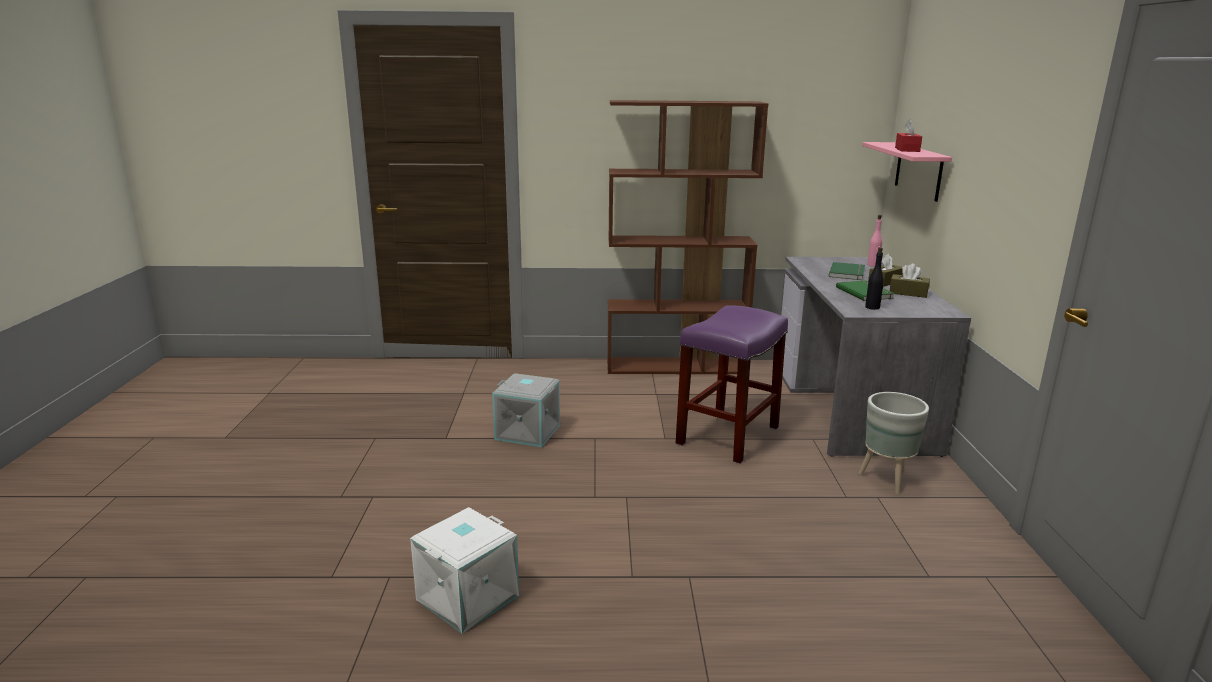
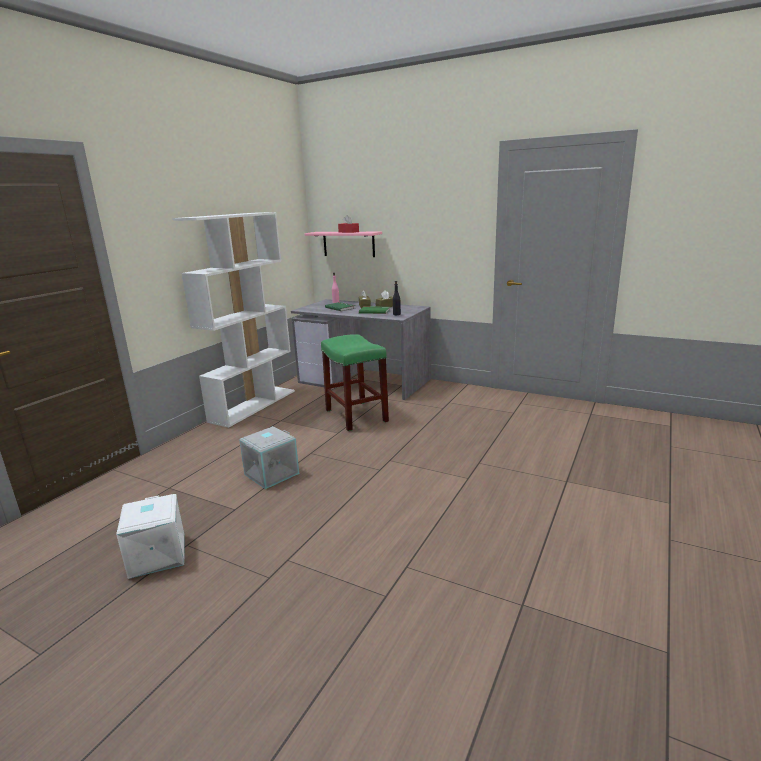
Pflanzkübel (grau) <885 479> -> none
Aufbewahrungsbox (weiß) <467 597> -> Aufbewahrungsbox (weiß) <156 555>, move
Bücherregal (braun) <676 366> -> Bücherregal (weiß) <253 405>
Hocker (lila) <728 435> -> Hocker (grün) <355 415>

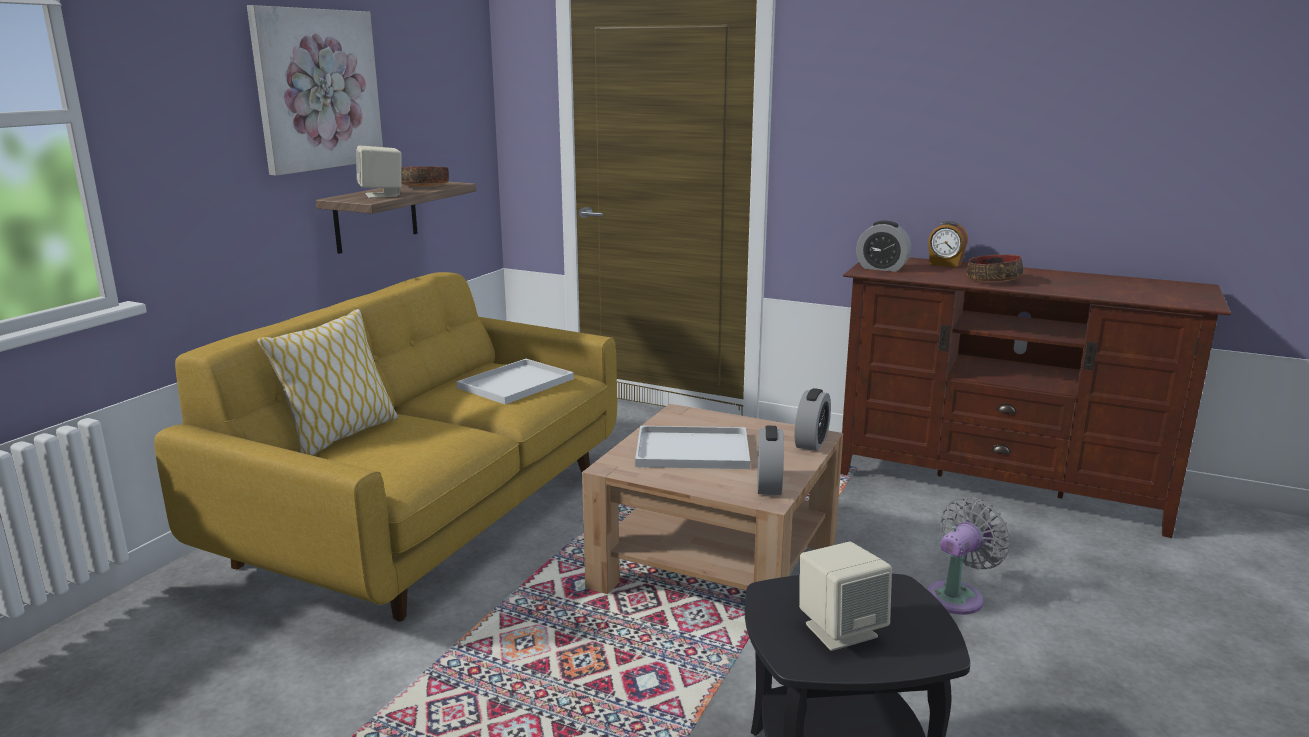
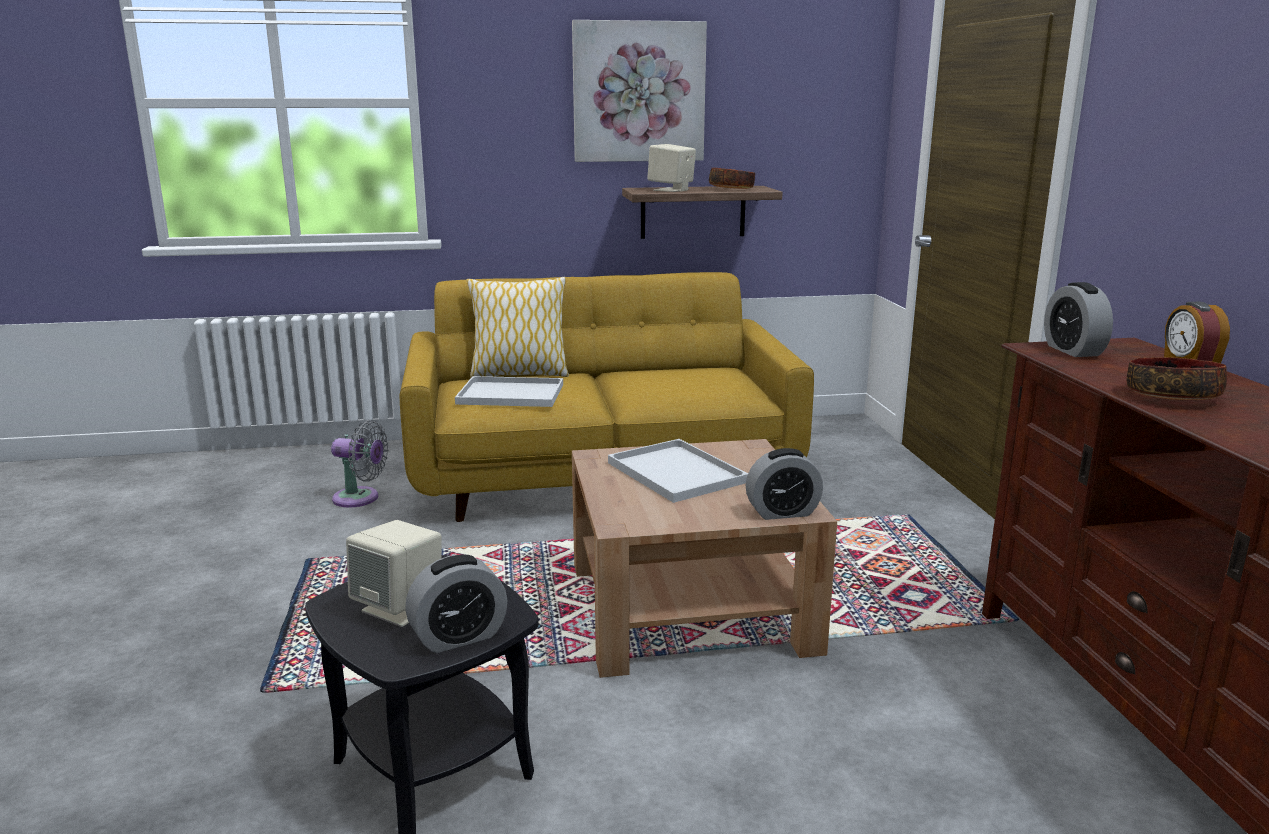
Tablett (weiß) <517 382> -> Tablett (weiß) <513 394>, move
Wecker <768 485> -> Wecker <459 637>, move
Ventilator (grau) <958 596> -> Ventilator (grau) <360 498>, move

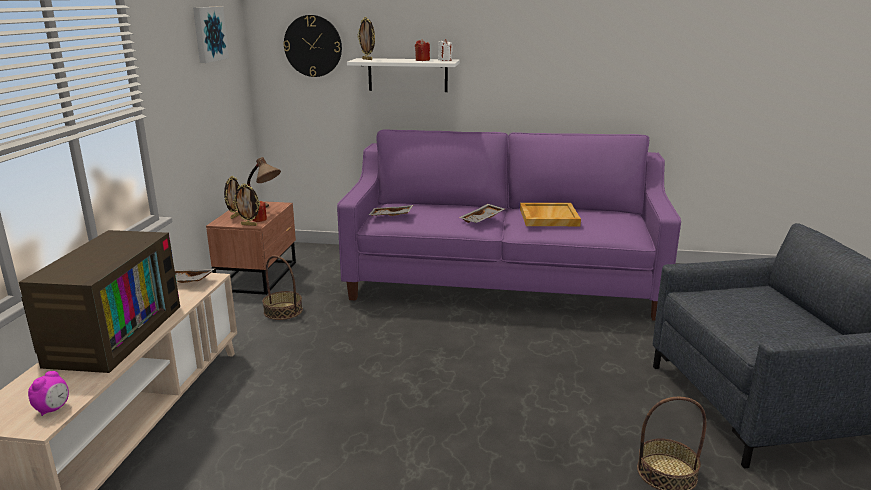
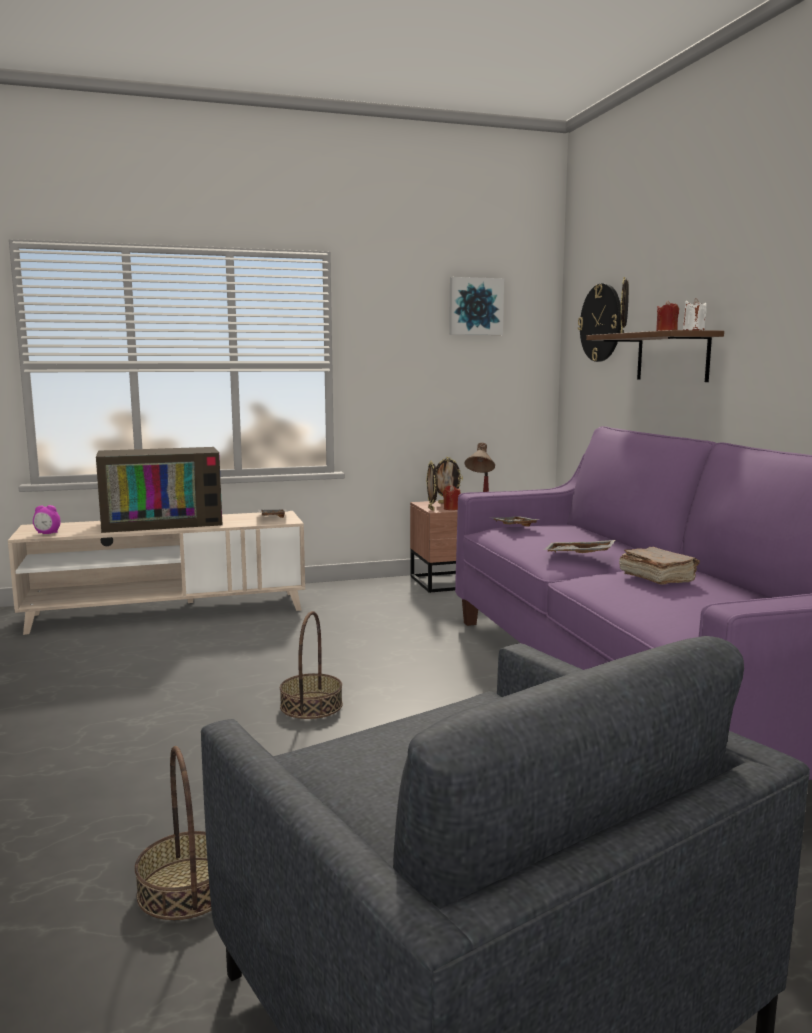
Korb <283 311> -> Korb <311 705>, move
Tablett (beige) <548 217> -> Buch (braun) <656 578>
Wandregal (weiß) <407 75> -> Wandregal (braun) <672 357>

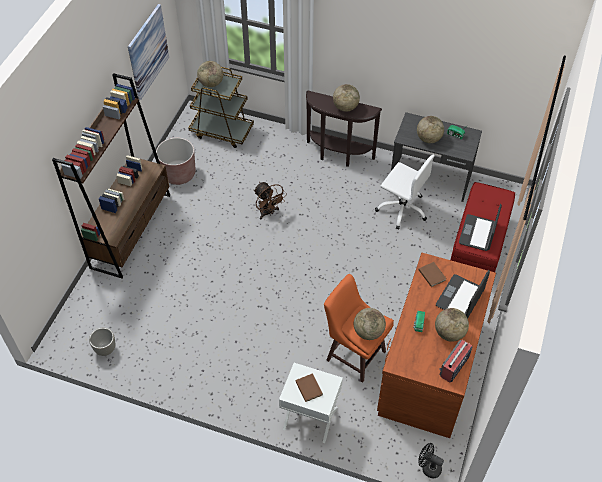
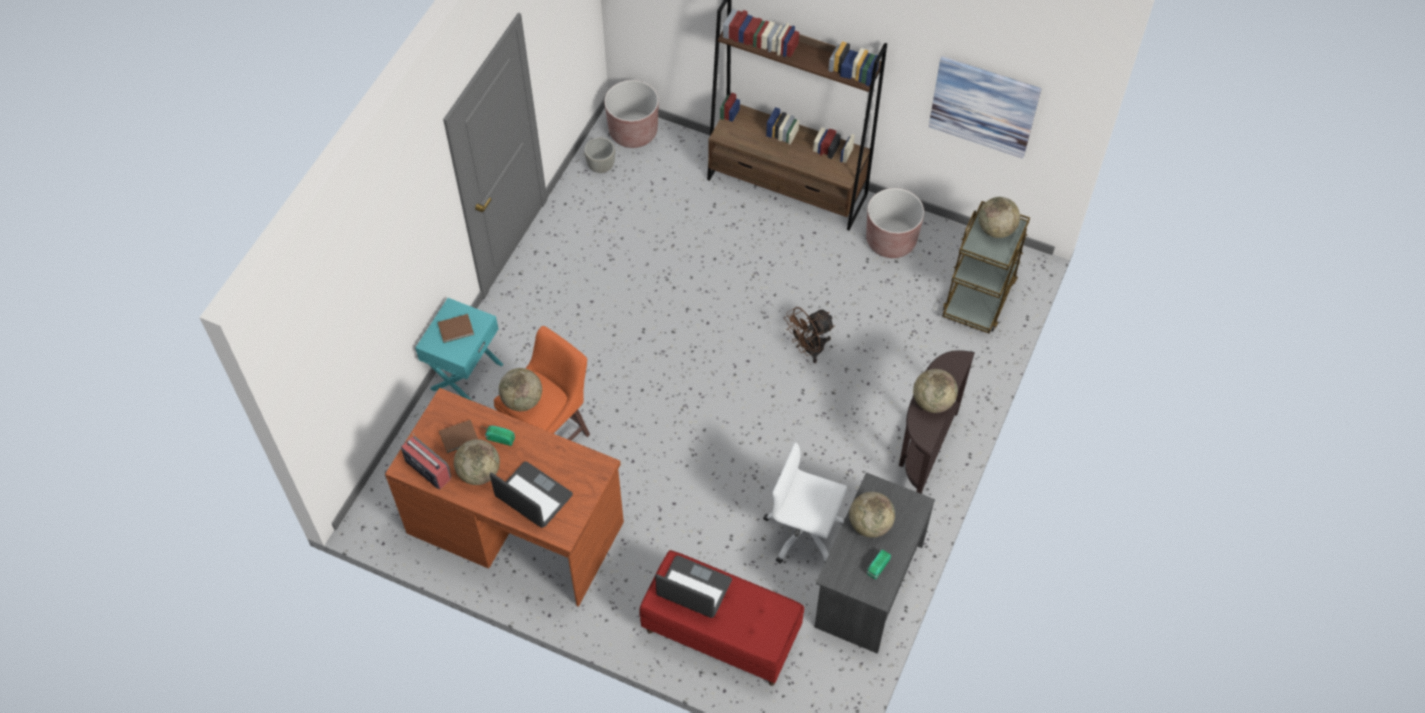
Ventilator (schwarz) <428 467> -> none
none -> Pflanzkübel (braun) <633 132>
Buch (braun) <432 274> -> Buch (braun) <460 437>, move
Nachttisch (weiß) <310 419> -> Nachttisch (türkis) <465 376>
Bürostuhl (weiß) <402 209> -> Bürostuhl (weiß) <804 532>, 75 degrees clockwise

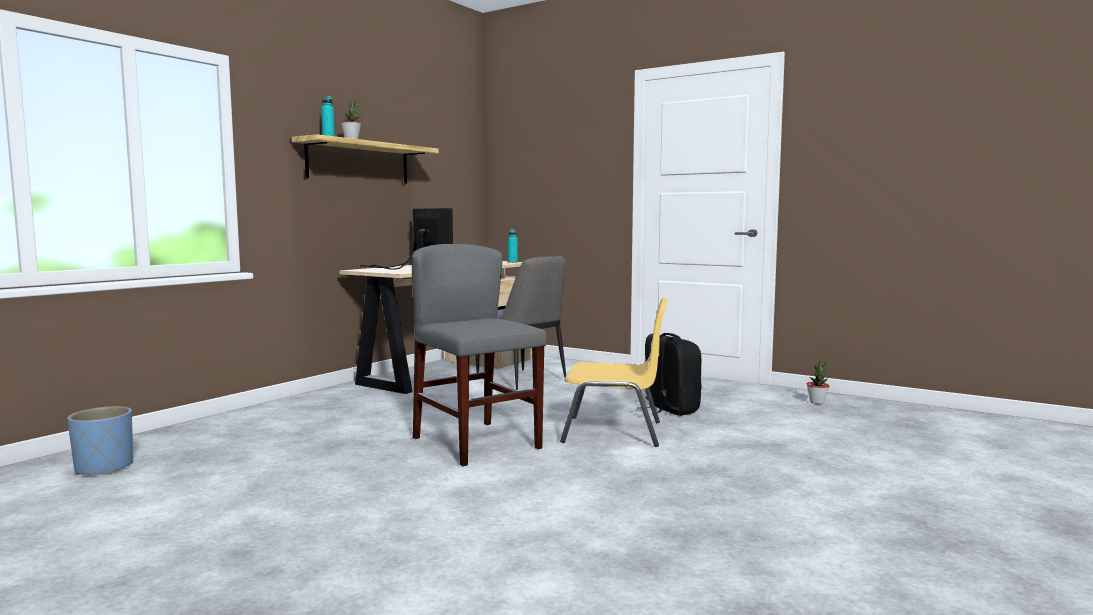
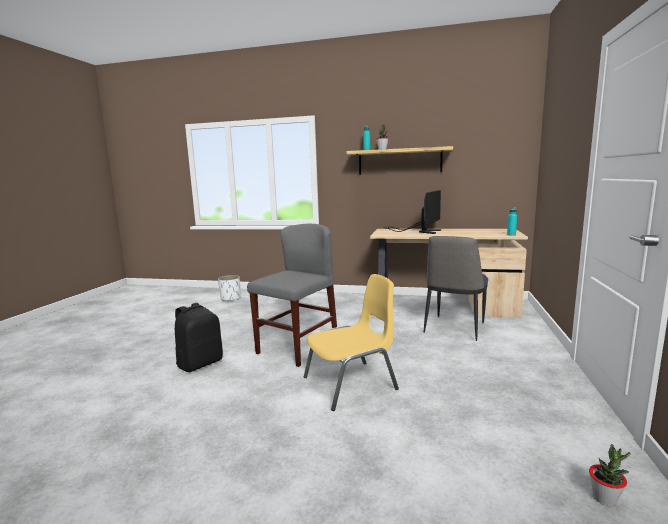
Rucksack (schwarz) <670 410> -> Rucksack (schwarz) <200 363>, move
Pflanzkübel (blau) <104 468> -> Pflanzkübel (weiß) <230 298>
Stuhl (gelb) <614 432> -> Stuhl (gelb) <351 384>, 105 degrees counterclockwise

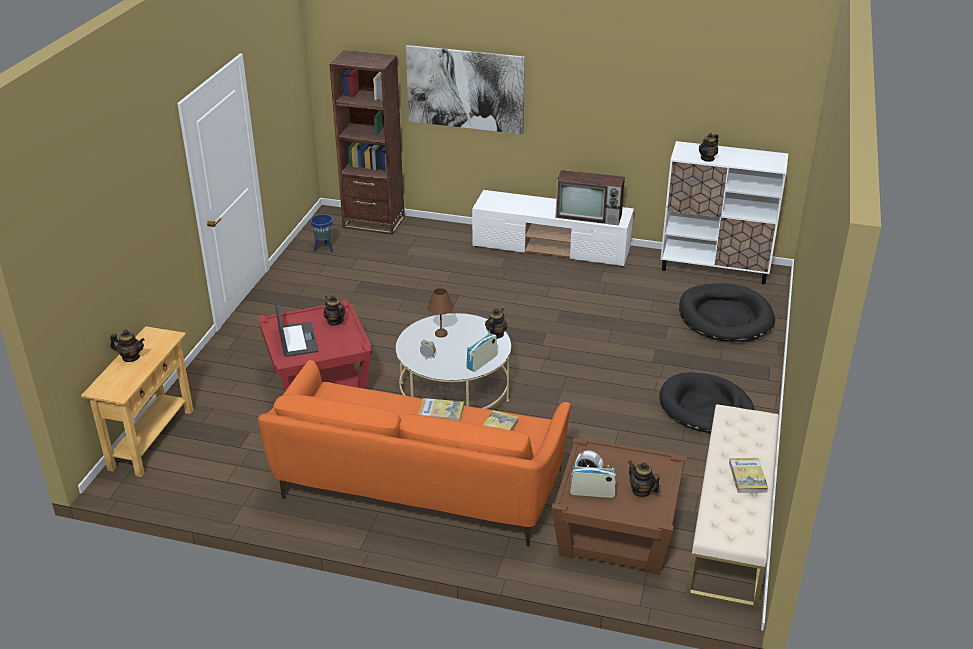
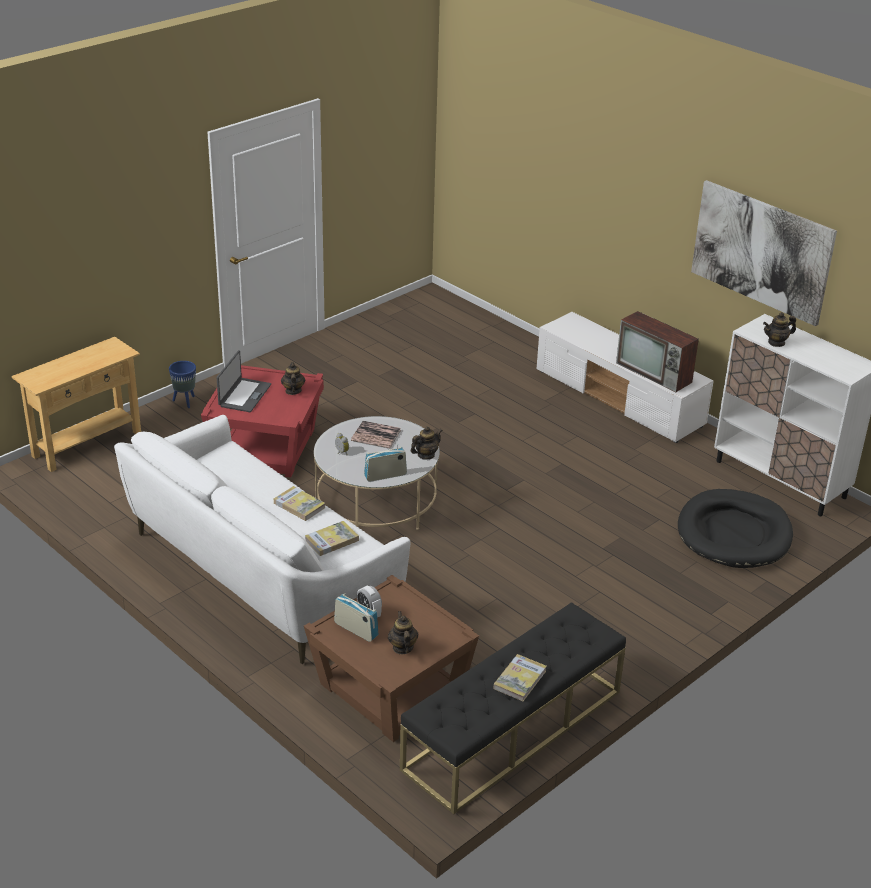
Teekanne <131 357> -> none
Bücherregal (braun) <373 222> -> none
Hundebett (schwarz) <705 407> -> none
Pflanzkübel (blau) <324 249> -> Pflanzkübel (blau) <185 402>, move
Bild <465 89> -> Bild <761 251>, move
Tischlampe (braun) <440 333> -> Buch <376 435>
Sofa (orange) <418 487> -> Sofa (weiß) <259 572>
Bank (beige) <731 524> -> Bank (schwarz) <513 730>

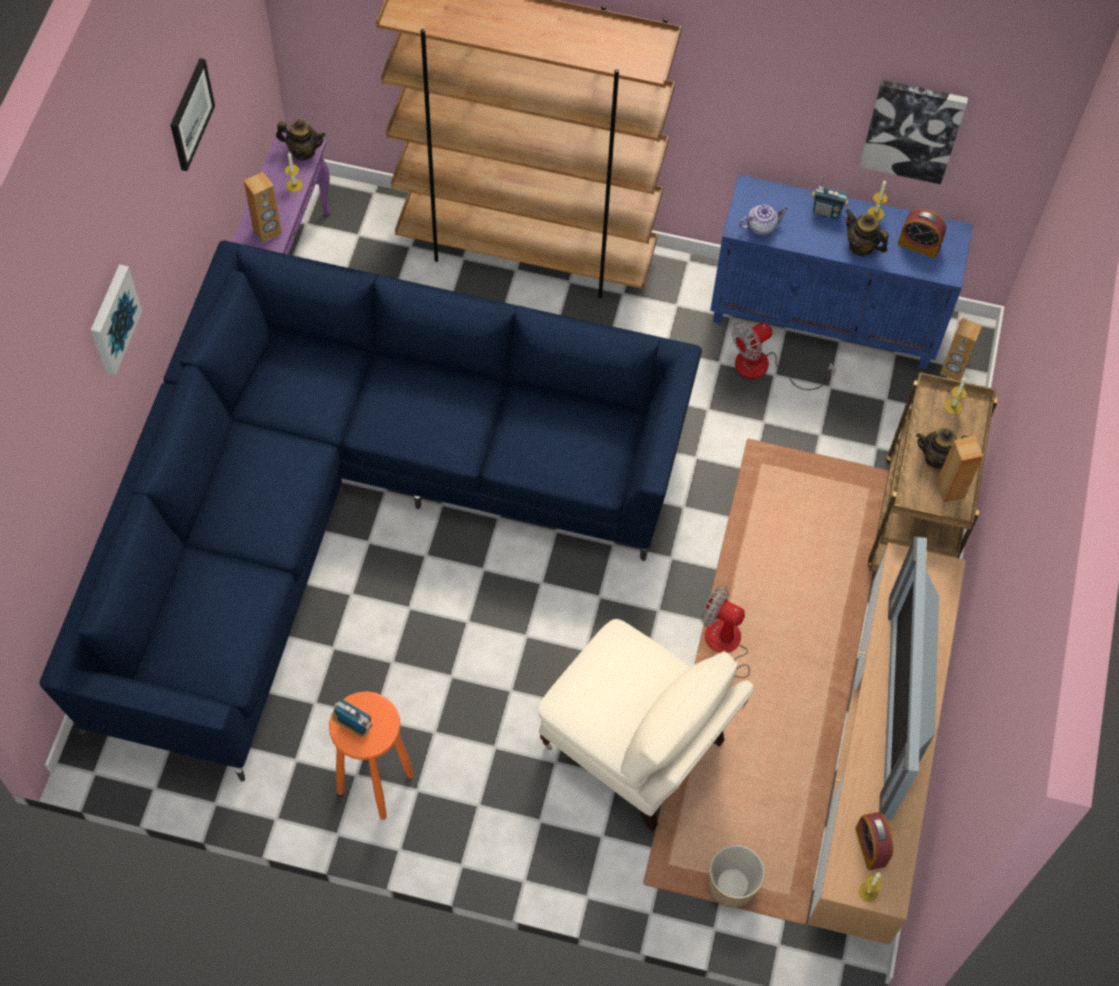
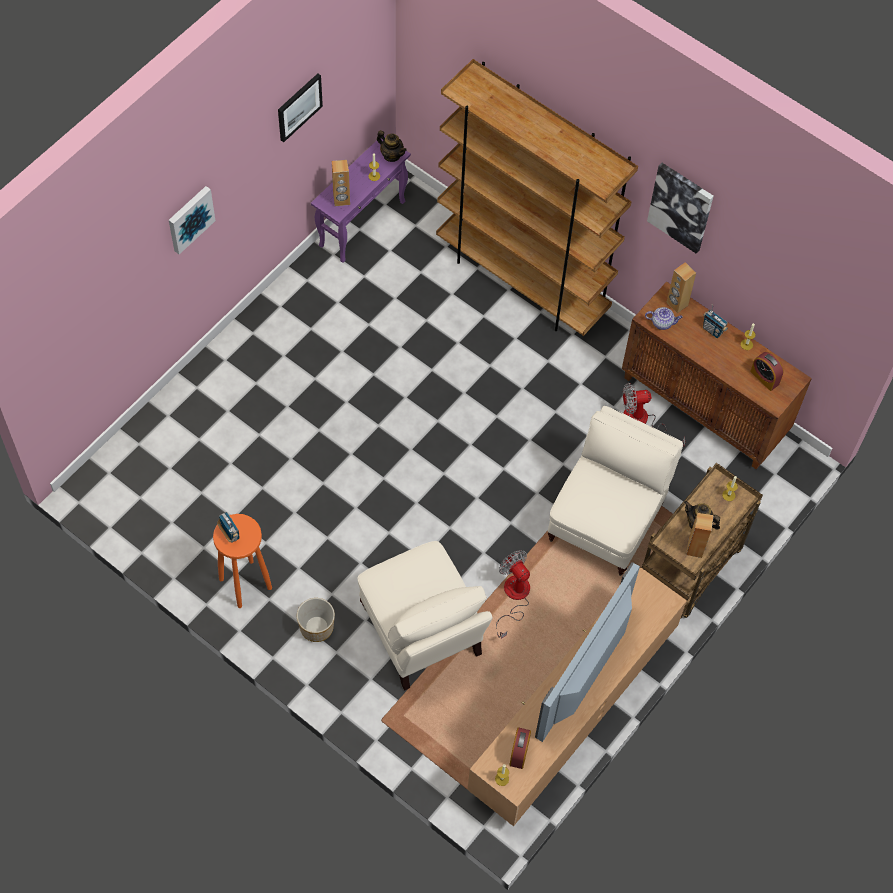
Sofa (blau) <352 507> -> none
Teekanne <861 246> -> none
none -> Sessel (beige) <607 519>
Pflanzkübel <732 884> -> Pflanzkübel <317 627>, move
Bild <912 130> -> Bild <681 206>, move
Lautsprecher (braun) <952 371> -> Lautsprecher (braun) <677 304>, move
Schrank (blau) <826 318> -> Schrank (braun) <705 406>

